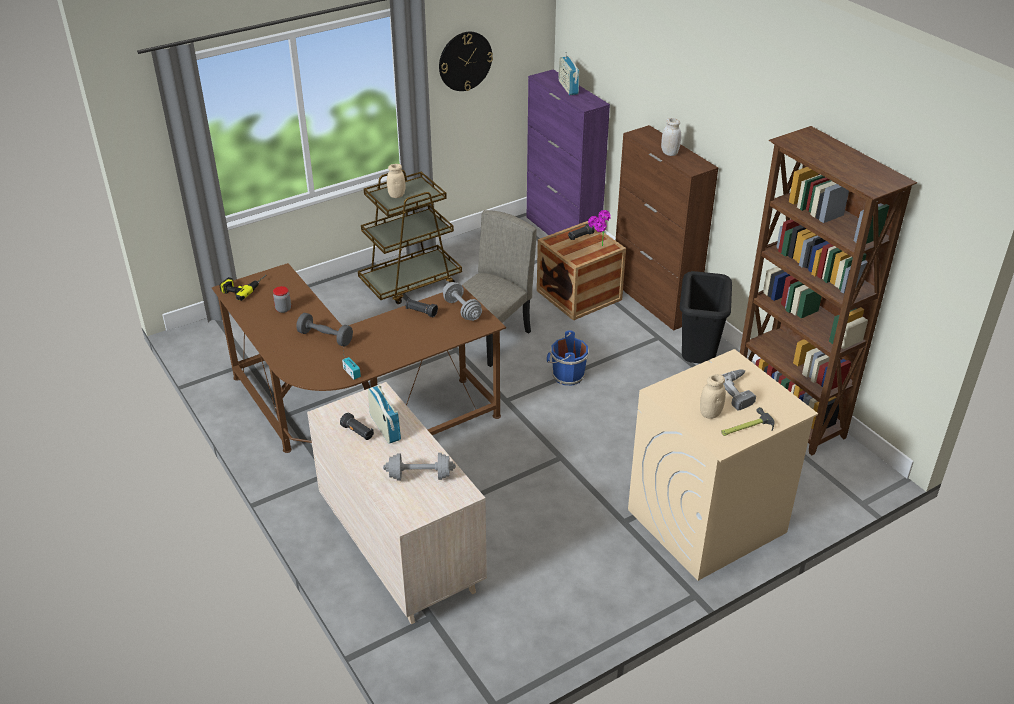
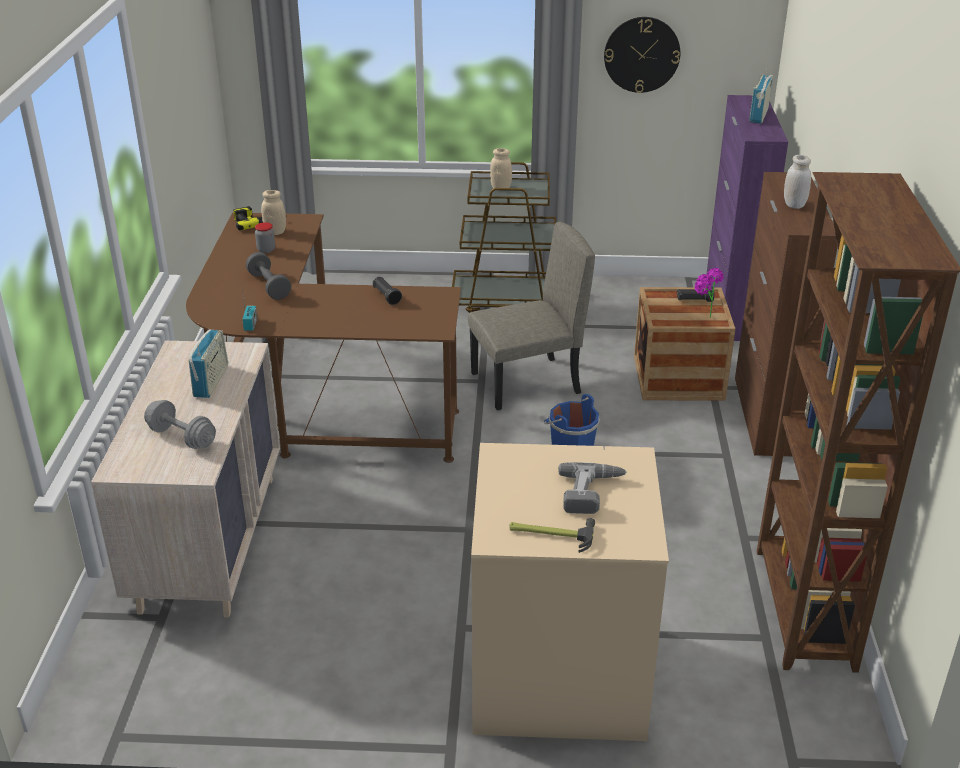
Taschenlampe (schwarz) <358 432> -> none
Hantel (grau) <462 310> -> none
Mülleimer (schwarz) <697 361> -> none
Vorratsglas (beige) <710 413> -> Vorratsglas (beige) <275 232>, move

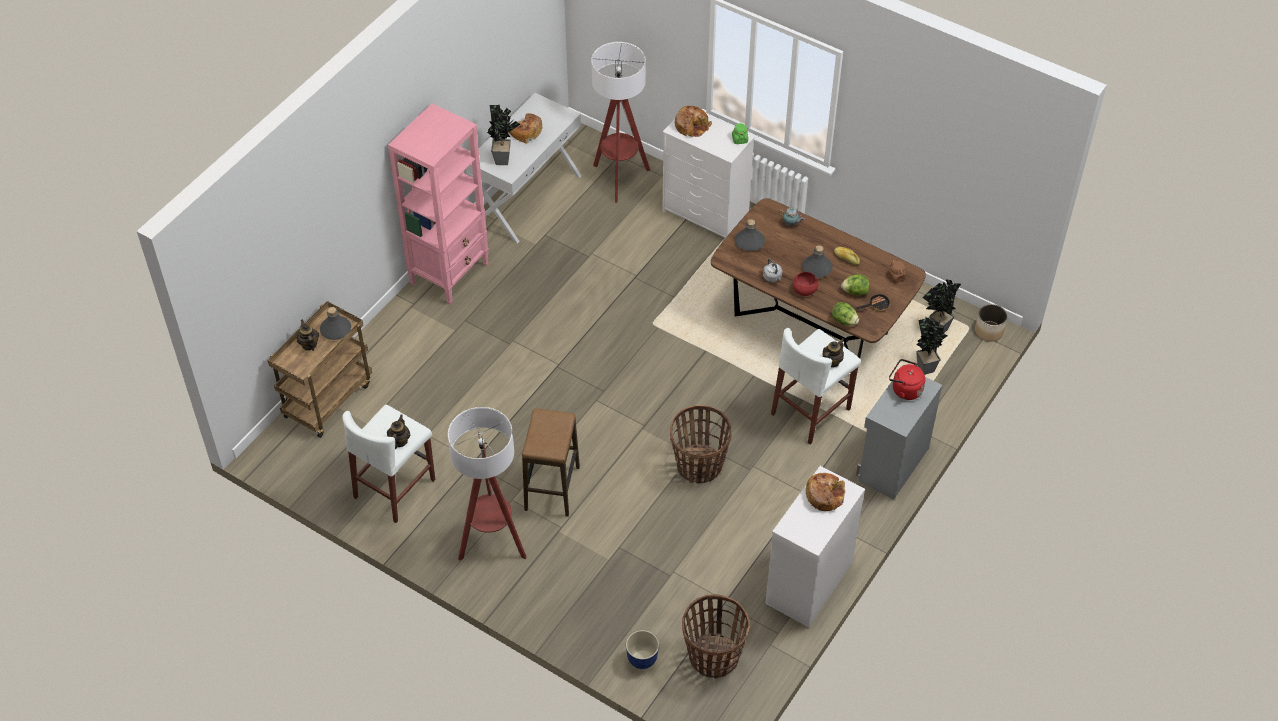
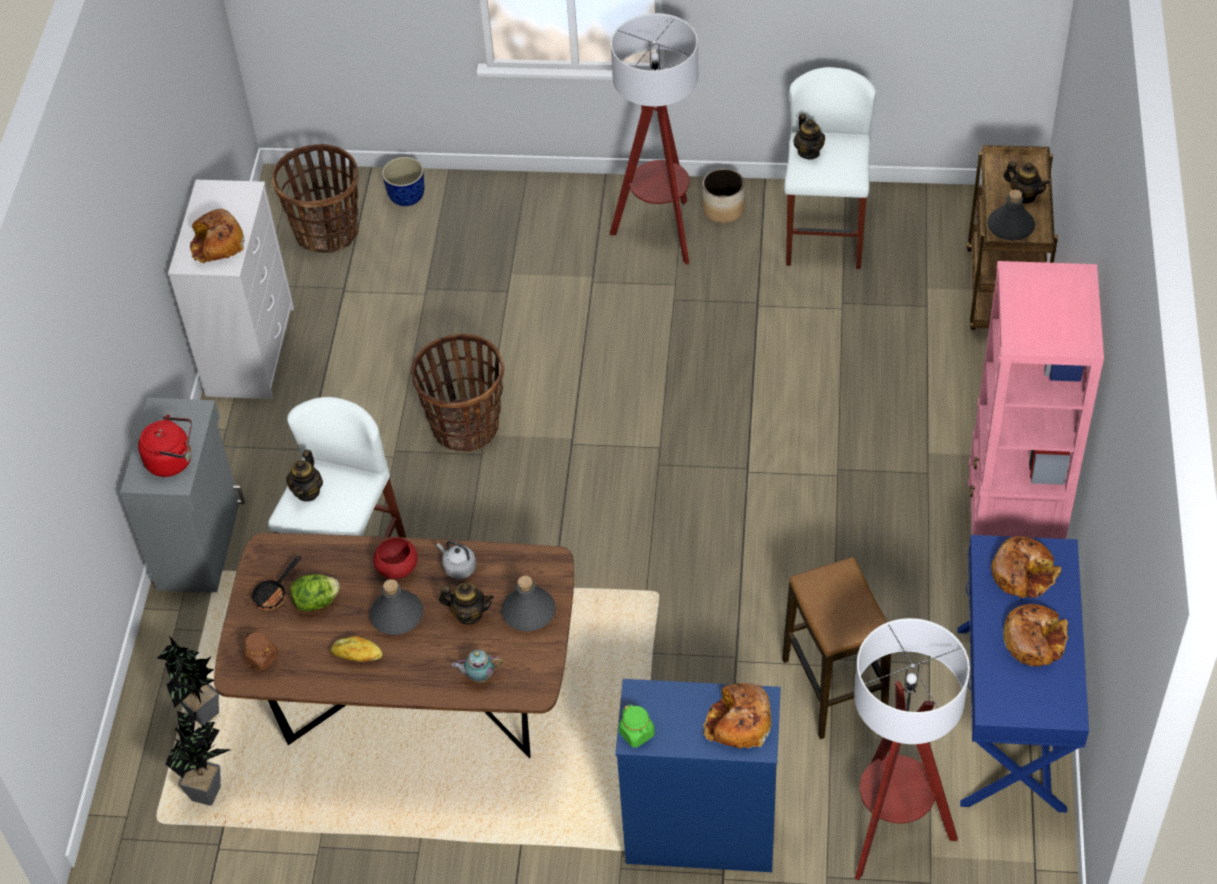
Salatkopf <844 321> -> none
none -> Teekanne <469 614>
Hocker <552 489> -> Hocker <833 688>, move
Pflanzkübel <989 331> -> Pflanzkübel <723 209>, move
Topfpflanze <504 158> -> Brot <1022 573>
Konsolentisch (weiß) <527 197> -> Konsolentisch (blau) <1011 717>
Kommode (weiß) <706 214> -> Kommode (blau) <699 831>

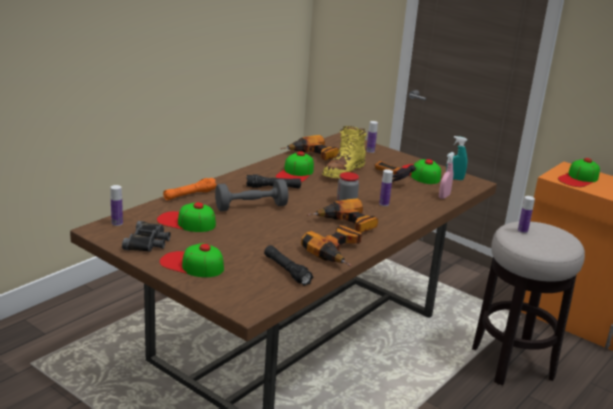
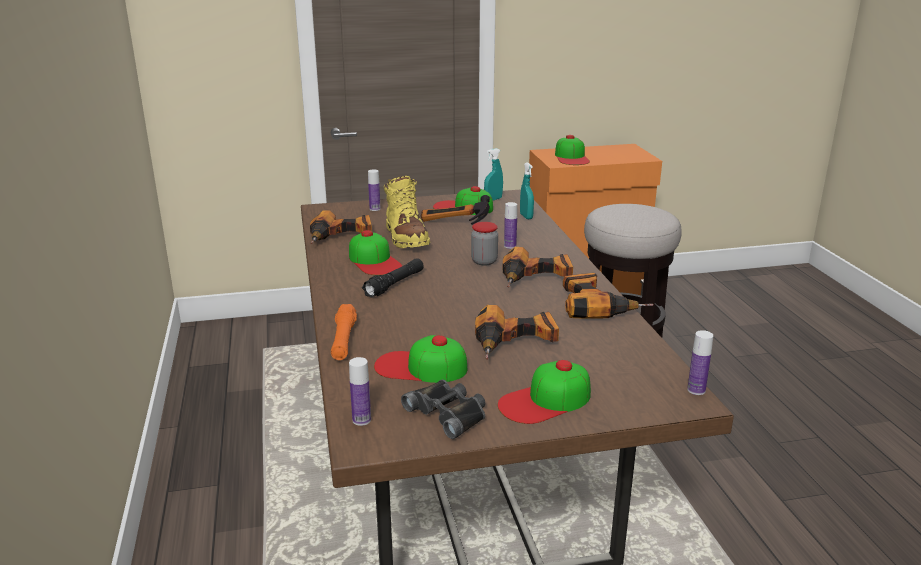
Hantel (grau) <251 207> -> none
Taschenlampe (schwarz) <287 271> -> none
none -> Bohrmaschine <516 344>
Flasche <522 231> -> Flasche <696 390>, move
Sprühflasche (rosa) <444 196> -> Sprühflasche (türkis) <526 217>
Kappe <186 222> -> Kappe <420 367>, 45 degrees clockwise

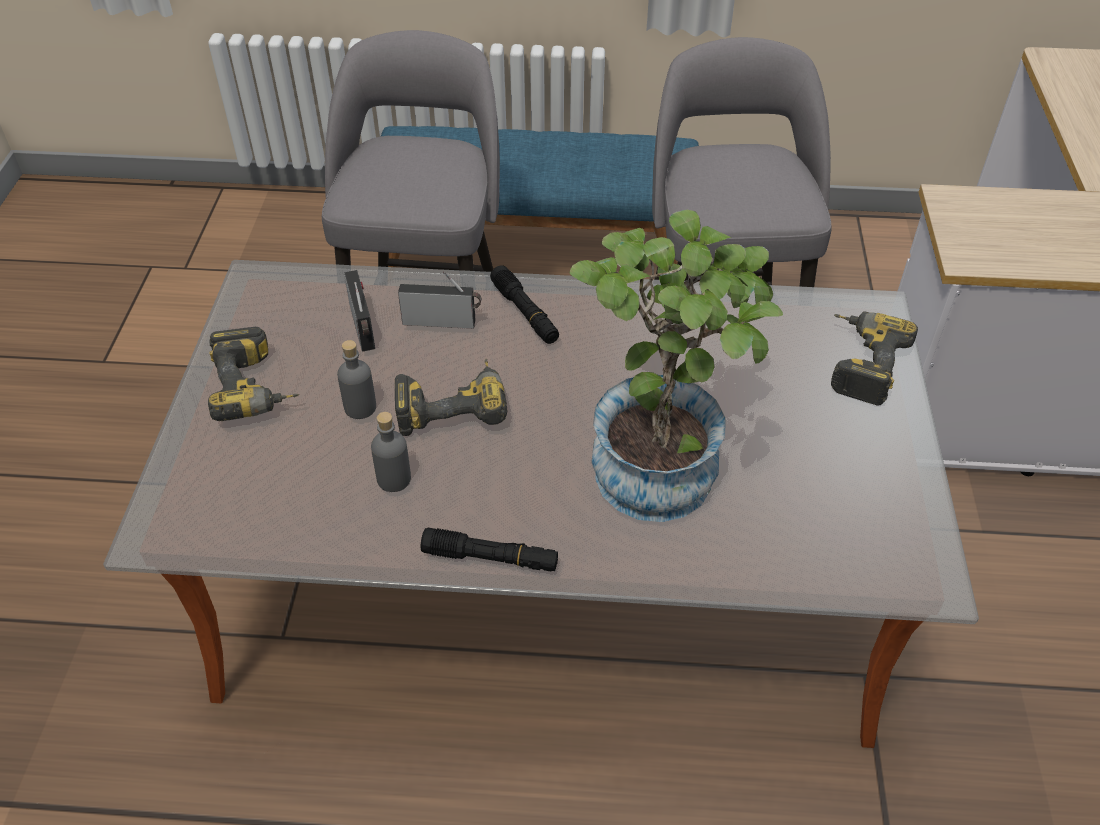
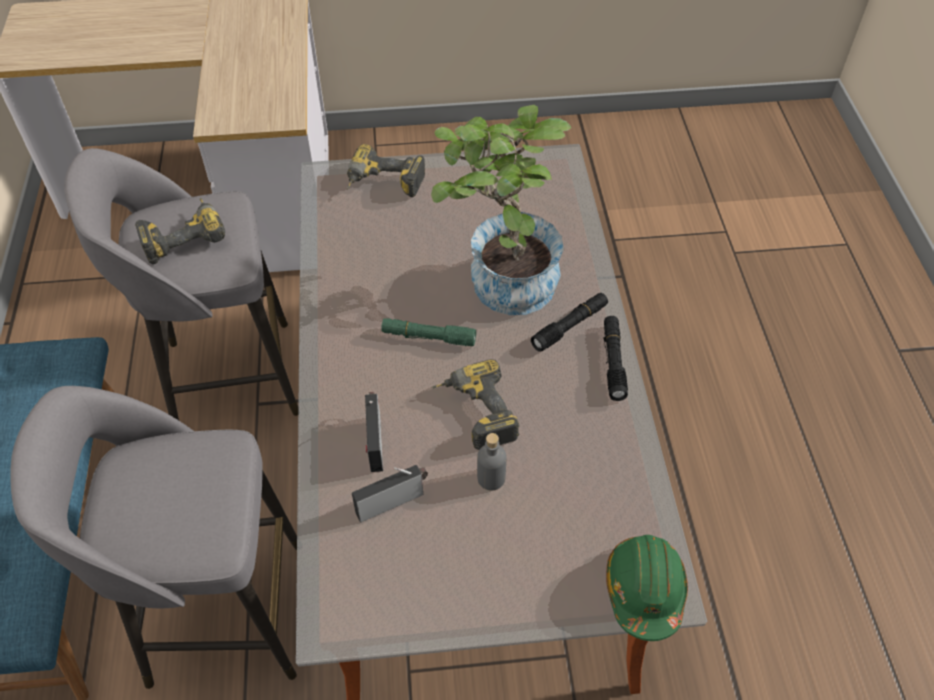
Flasche (grau) <394 479> -> none
none -> Taschenlampe (grün) <428 337>
none -> Schutzhelm (grün) <644 590>
Bohrmaschine <257 388> -> Bohrmaschine <183 236>, move
Taschenlampe (schwarz) <525 312> -> Taschenlampe (schwarz) <570 326>, move

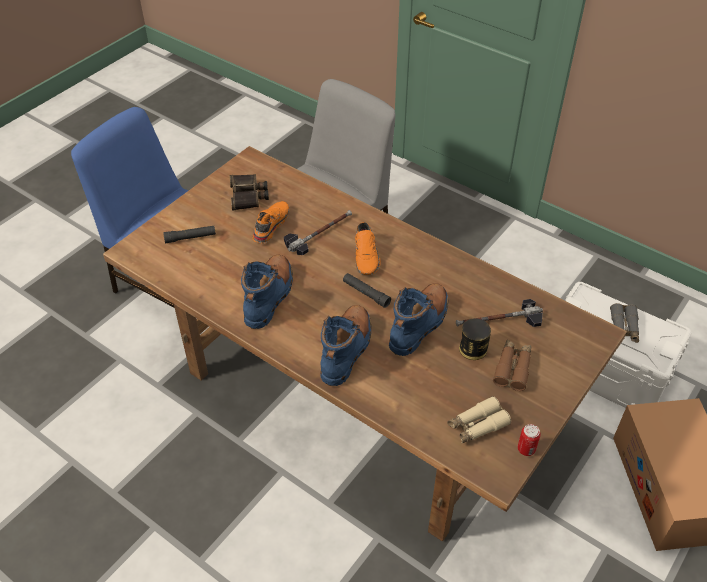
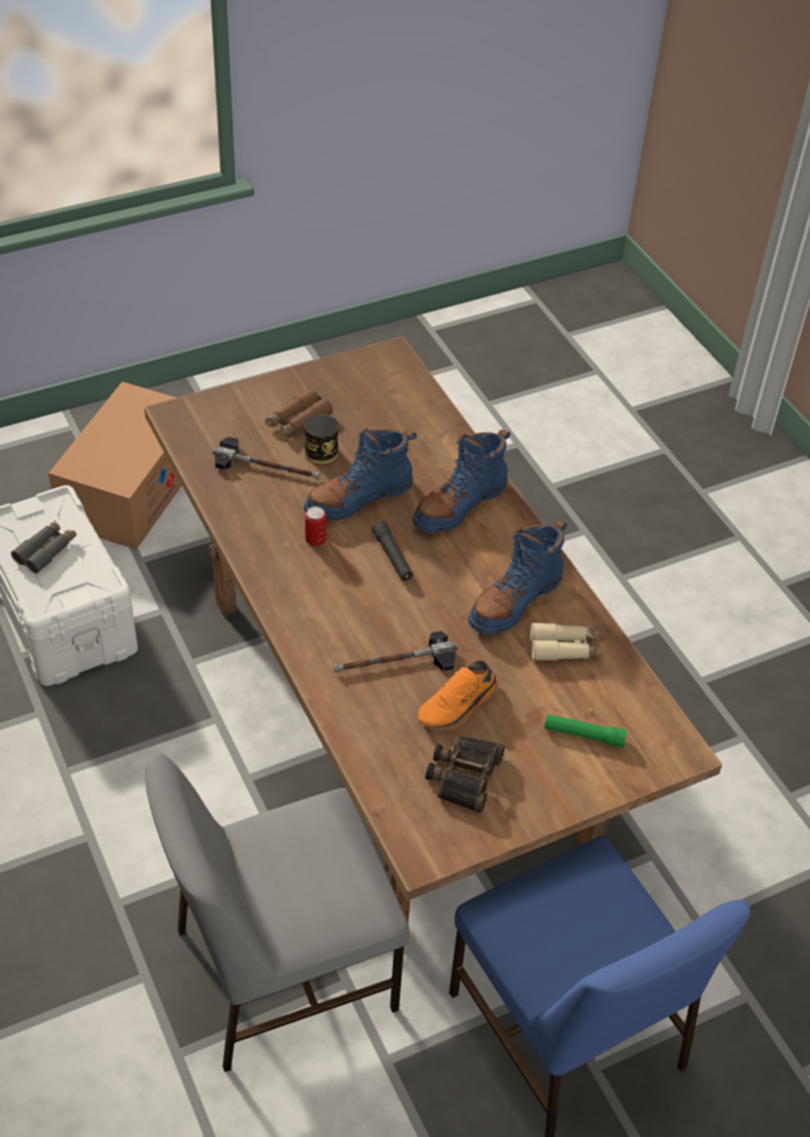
Schuh (orange) <367 256> -> none
Fernglas (beige) <477 425> -> Fernglas (beige) <565 648>, move
Dose <526 449> -> Dose <315 540>, move
Taschenlampe (schwarz) <190 238> -> Taschenlampe (grün) <583 735>

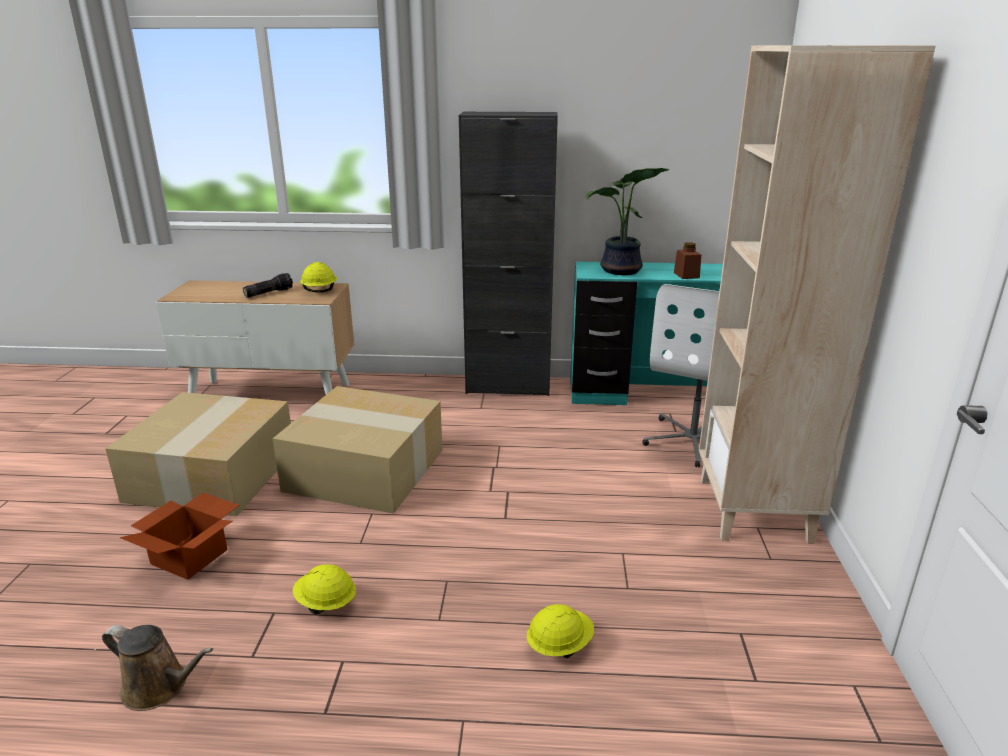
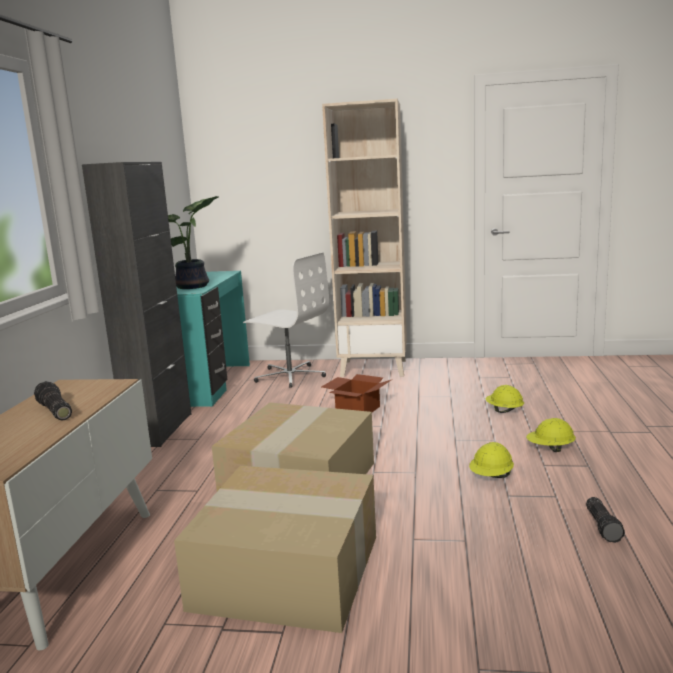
Vorratsglas (braun) <686 275> -> none
Karton <191 556> -> Karton <357 409>, move
Schutzhelm (gelb) <319 291> -> Schutzhelm (gelb) <550 449>, move
Gießkanne (braun) <160 687> -> Taschenlampe <604 526>

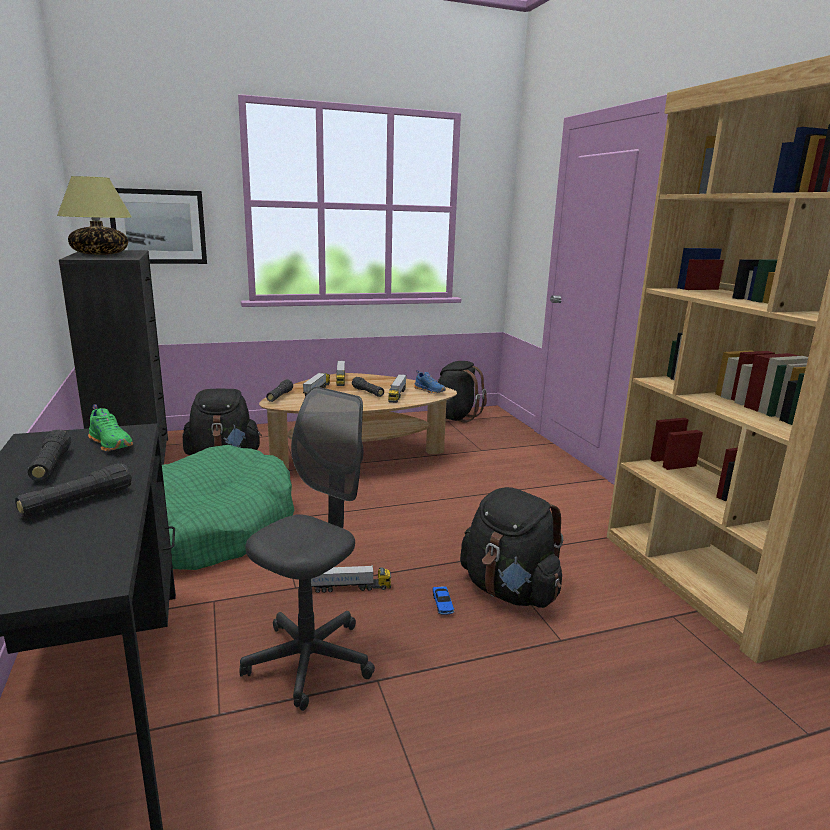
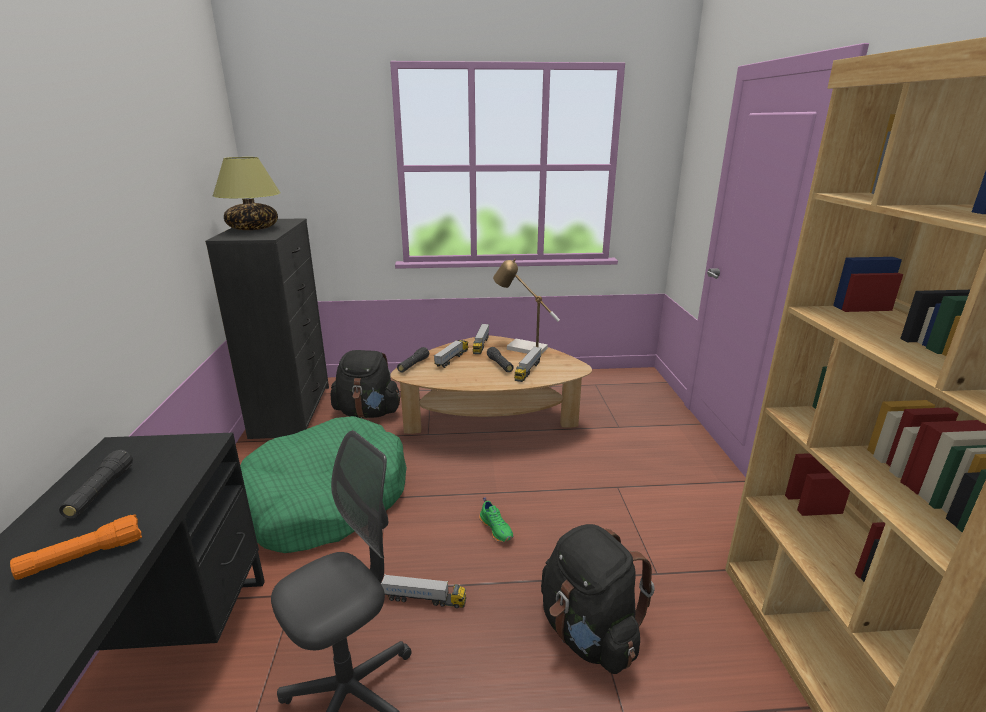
Bild <158 227> -> none
Schuh (blau) <430 390> -> none
Spielzeugauto <442 604> -> none
Rucksack (schwarz) <455 417> -> none
none -> Tischlampe <521 348>
Schuh (grün) <112 443> -> Schuh (grün) <497 529>, move
Taschenlampe (schwarz) <77 502> -> Taschenlampe (orange) <83 557>

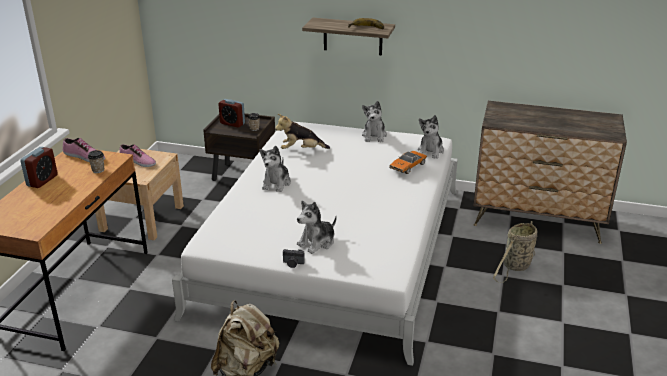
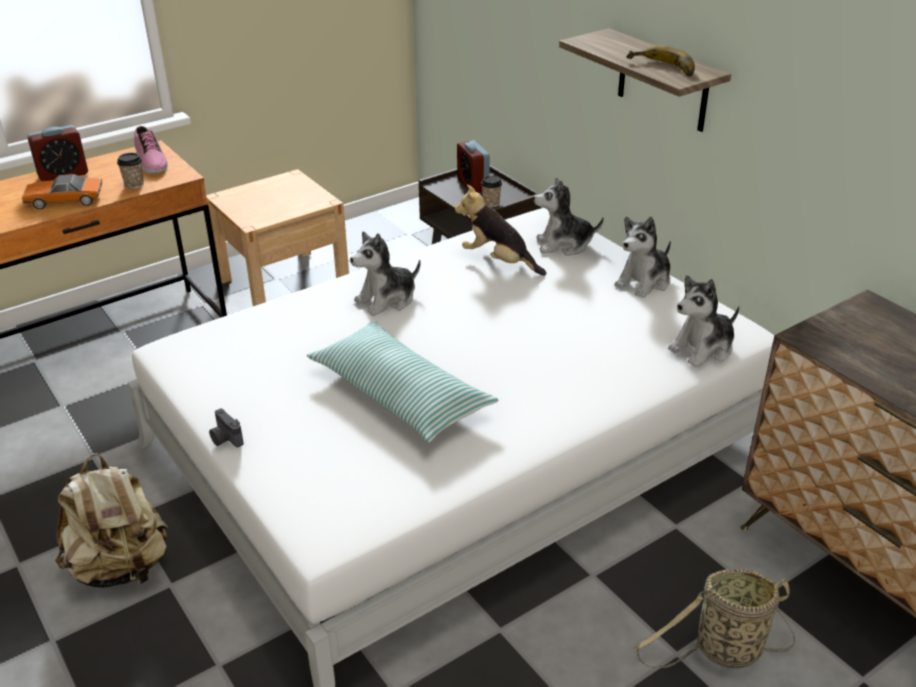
Schuh <137 161> -> none
none -> Kissen <400 394>
Plüschtier <317 242> -> Plüschtier <564 245>, move
Spielzeugauto <407 166> -> Spielzeugauto <65 200>, move

